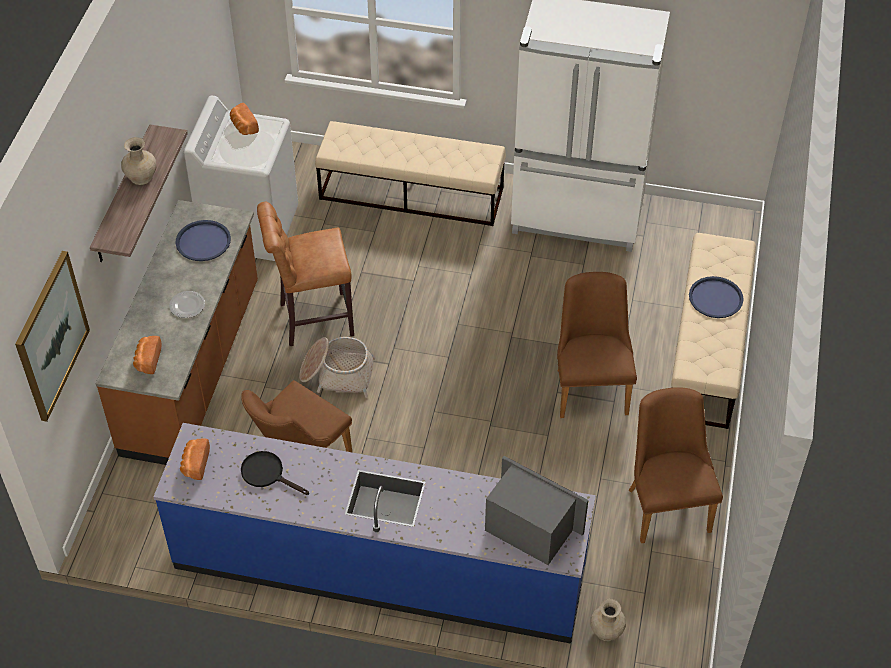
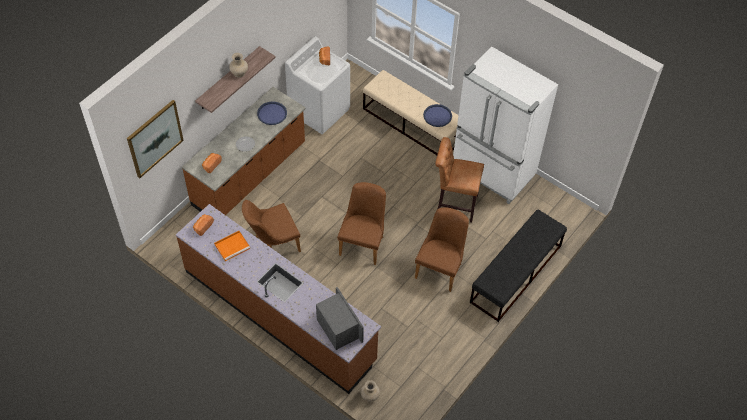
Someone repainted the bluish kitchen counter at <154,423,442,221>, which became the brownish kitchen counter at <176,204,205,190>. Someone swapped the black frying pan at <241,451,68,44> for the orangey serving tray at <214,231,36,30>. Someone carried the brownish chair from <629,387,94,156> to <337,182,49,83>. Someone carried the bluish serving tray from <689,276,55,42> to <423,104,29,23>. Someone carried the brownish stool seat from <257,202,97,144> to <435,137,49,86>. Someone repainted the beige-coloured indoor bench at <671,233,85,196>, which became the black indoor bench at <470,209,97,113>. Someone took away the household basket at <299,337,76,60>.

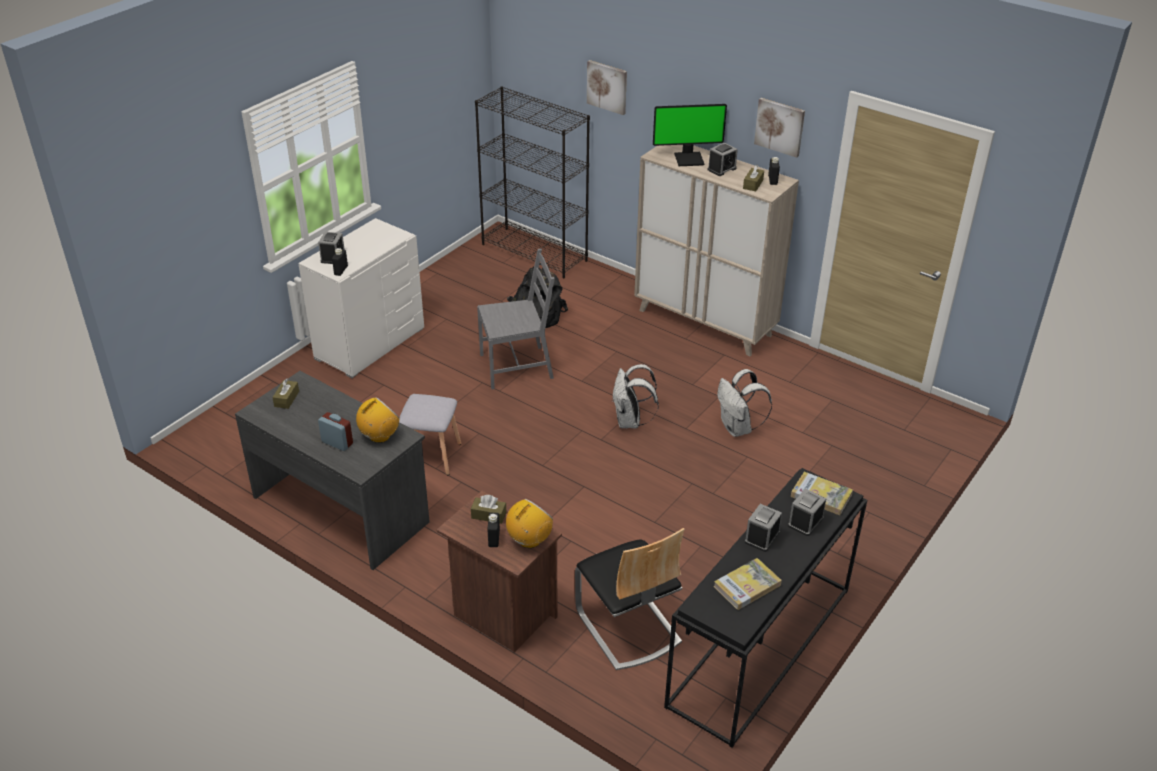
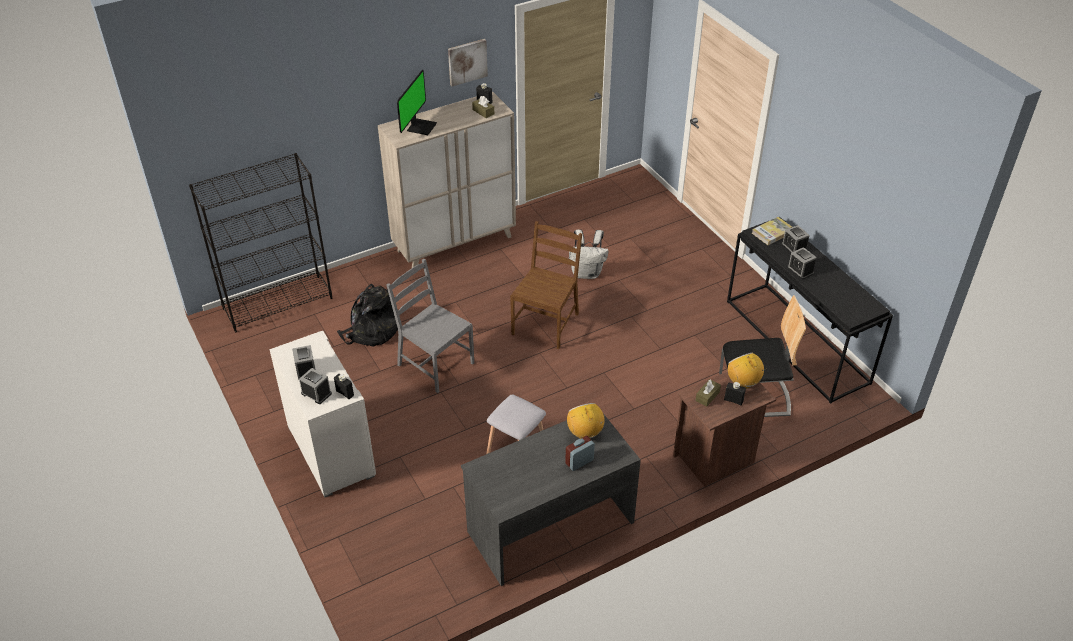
Someone carried the alarm clock from <708,143,30,33> to <292,345,24,35>. Someone rotated the gray chair at <477,248,78,141> by 60 degrees counterclockwise. Someone swapped the white-coloured rucksack at <612,364,47,64> for the brownish chair at <510,221,72,128>. Someone took away the brownish box of tissues at <272,378,27,31>. Someone took away the wall art at <587,60,40,55>. Someone took away the book at <714,558,68,52>.

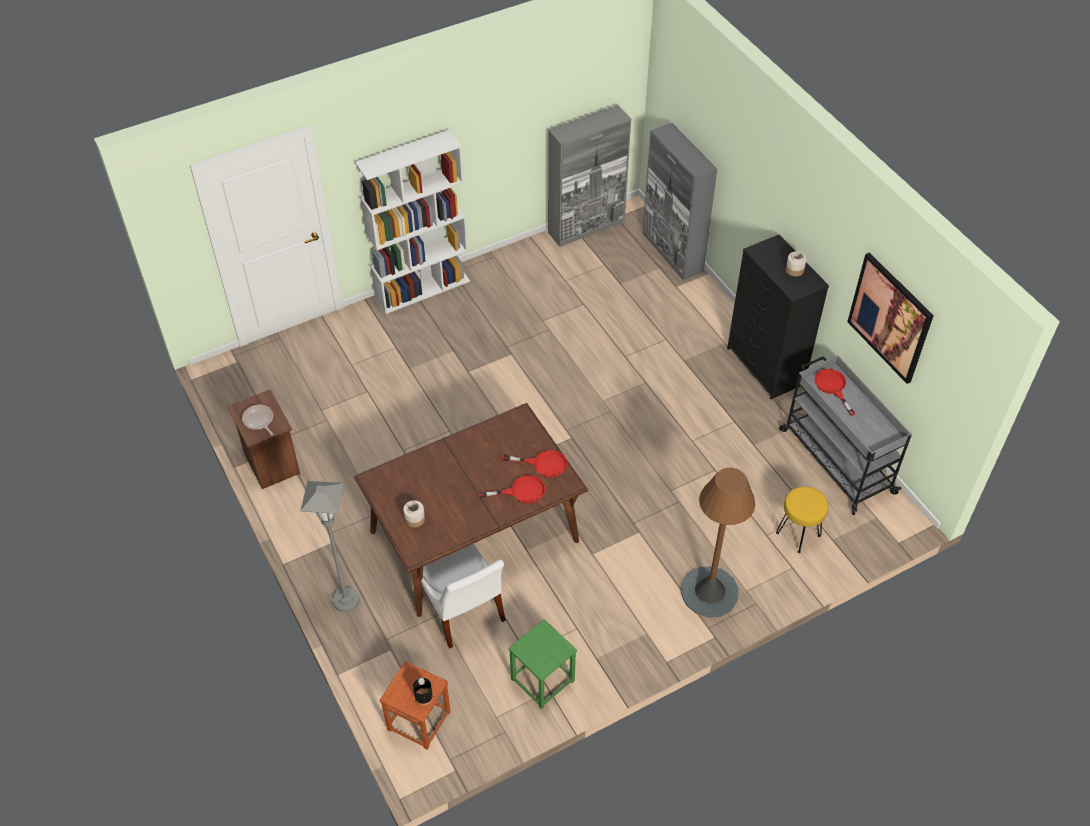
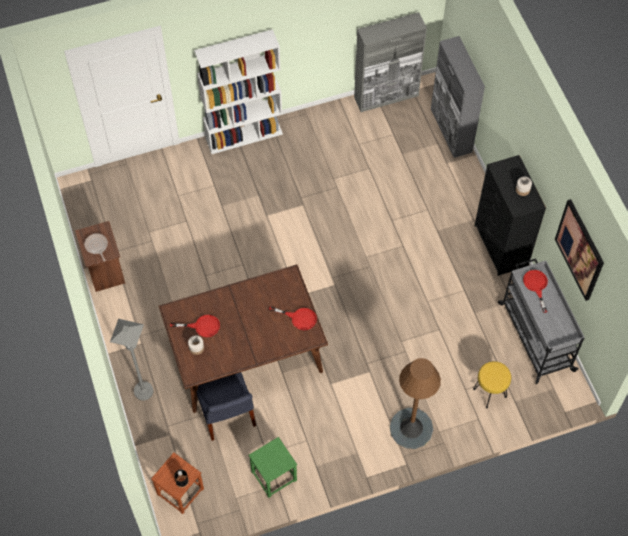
Someone carried the reddish frying pan from <478,475,67,29> to <170,315,50,22>. Someone repainted the white-coloured chair at <421,543,85,105>, which became the bluish chair at <196,372,60,69>.

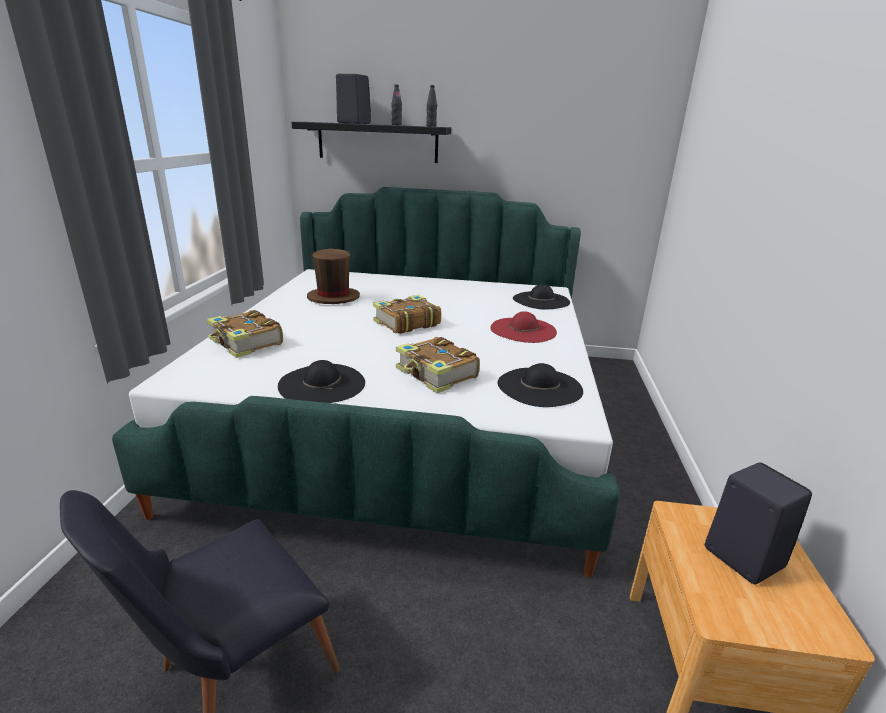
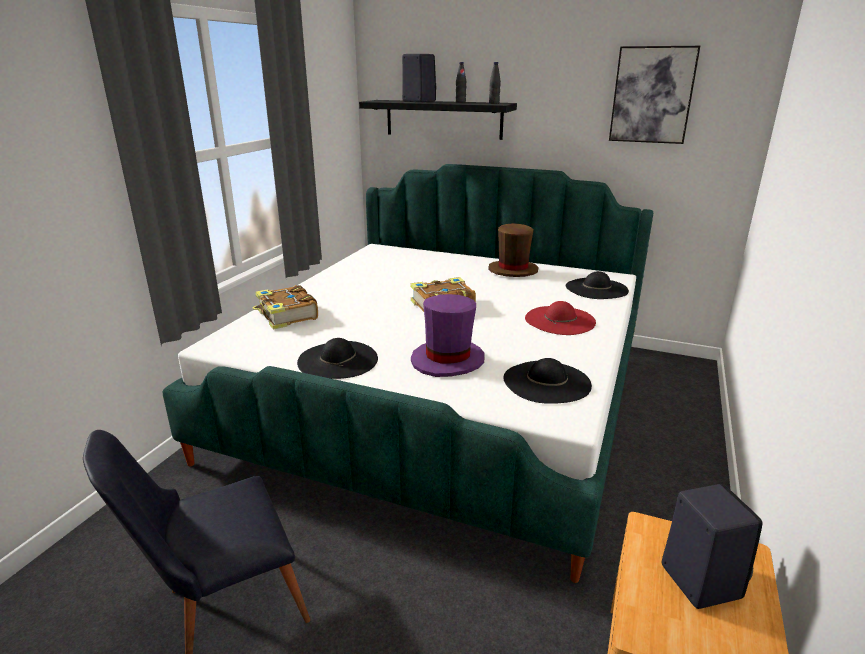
Someone swapped the book at <396,337,84,56> for the purple-coloured clothing hat at <411,294,74,83>. Someone carried the brownish clothing hat from <307,249,53,55> to <488,223,50,54>. Someone put up the wall art at <609,46,91,98>.

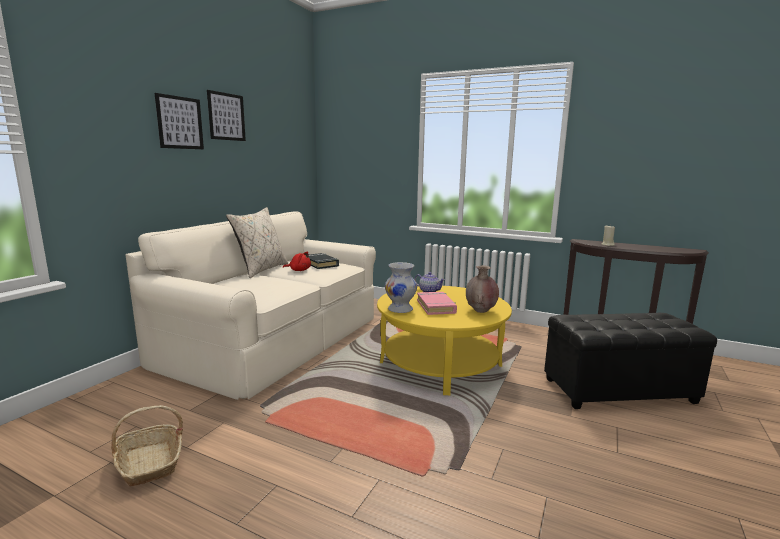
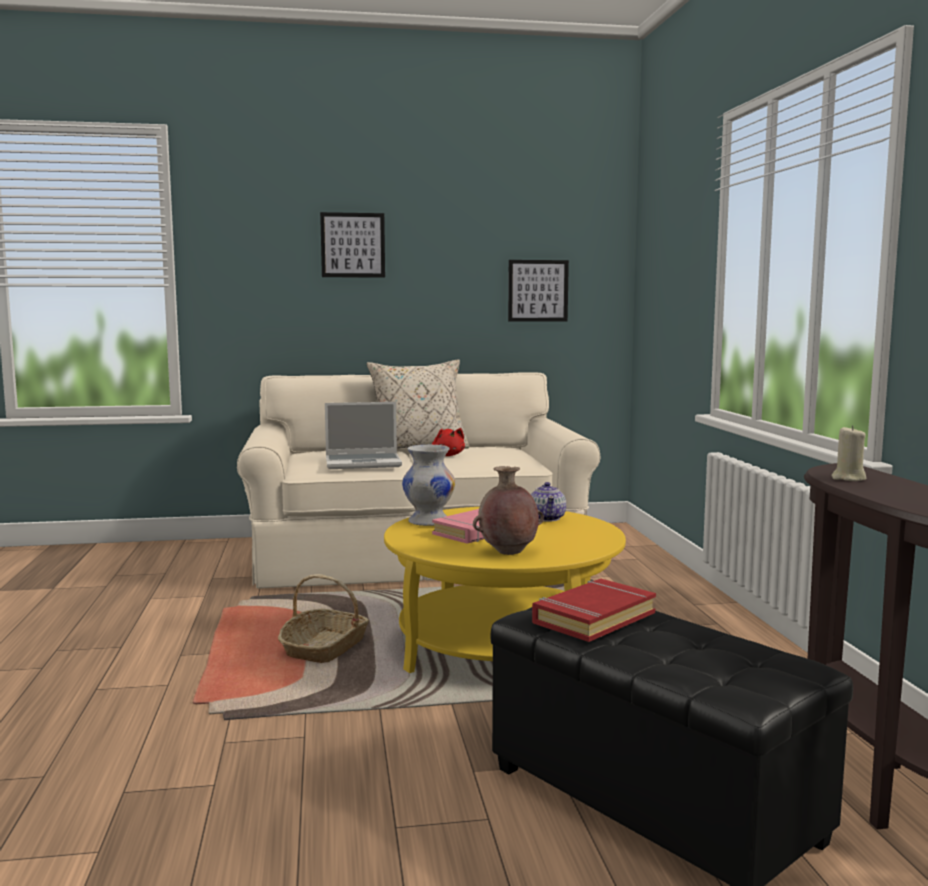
Someone carried the household basket from <111,405,72,82> to <278,574,91,89>. Someone put down the notebook computer at <325,402,77,67>. Someone carried the wall art from <207,90,39,51> to <508,260,61,62>. Someone put down the reddish book at <532,579,124,63>. Someone took away the black book at <308,253,31,16>.

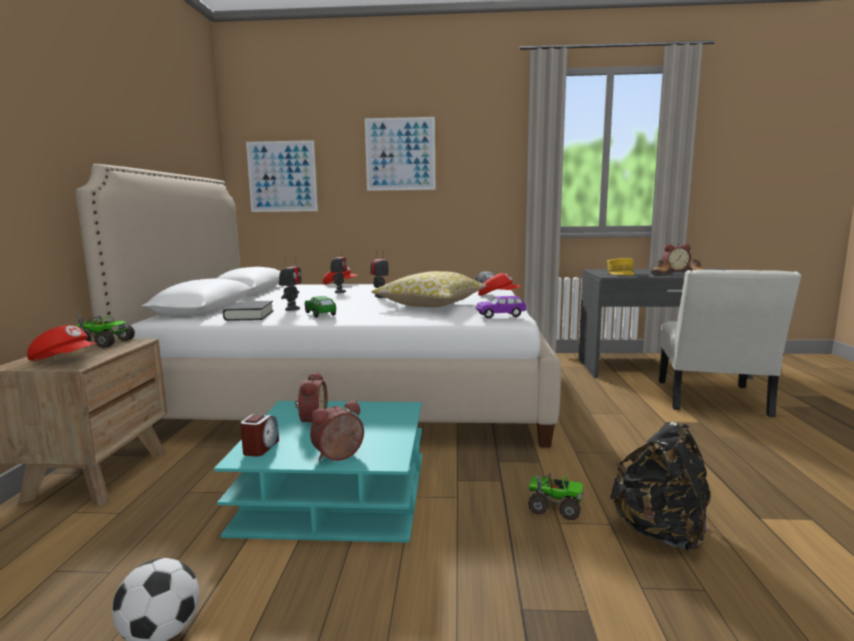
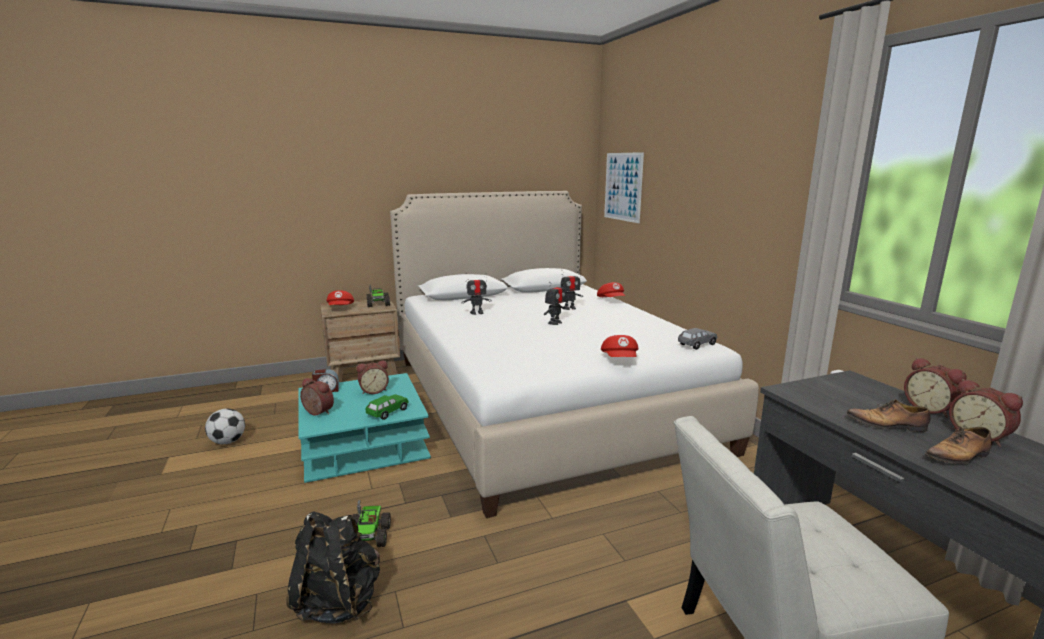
Someone carried the greenish miniature car from <305,296,31,22> to <365,394,44,26>. Someone put down the alarm clock at <904,357,63,61>. Someone took away the black book at <223,301,51,20>. Someone took away the wall art at <365,117,70,74>. Someone took away the throw pillow at <371,271,115,36>. Someone took away the purple-coloured miniature car at <476,296,50,23>. Someone took away the yellowish peaked cap at <607,258,28,17>.

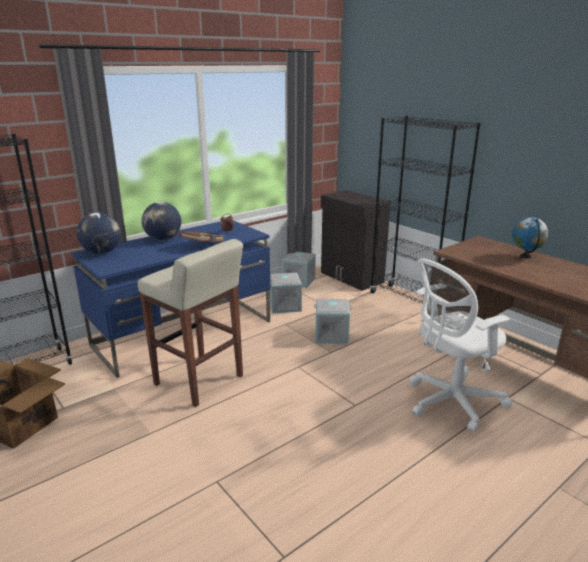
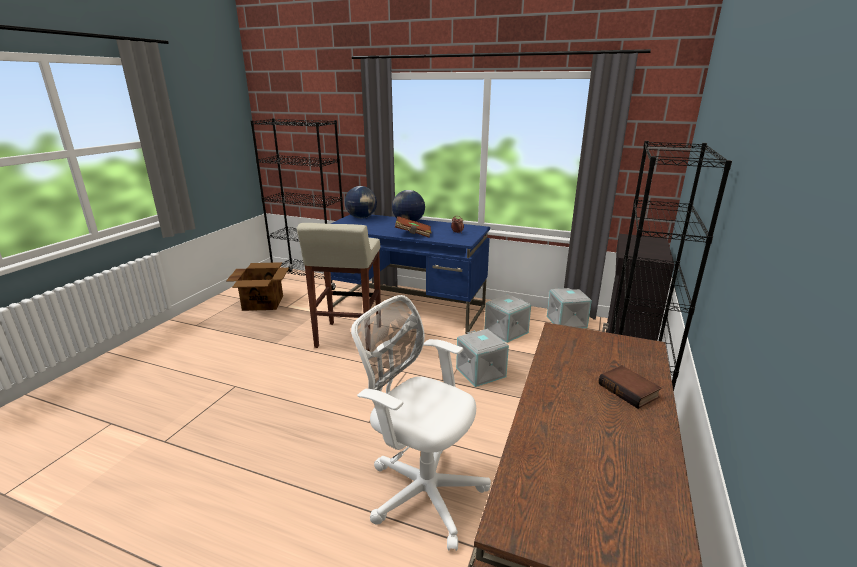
Someone swapped the world globe at <512,217,36,41> for the book at <599,365,63,44>.

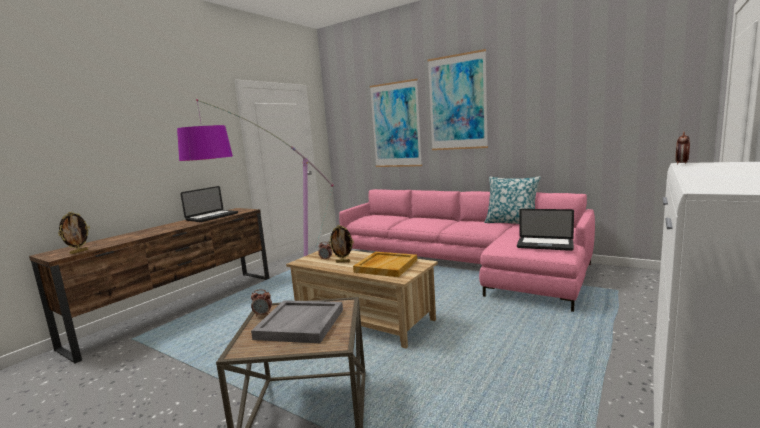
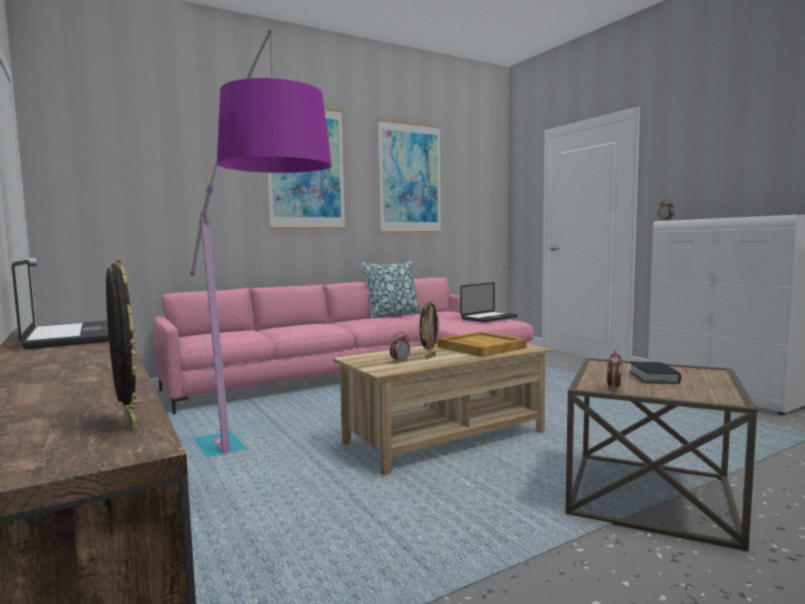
Someone carried the wall art from <370,79,52,88> to <378,119,64,115>. Someone swapped the gray serving tray at <251,300,92,43> for the book at <629,362,52,22>.

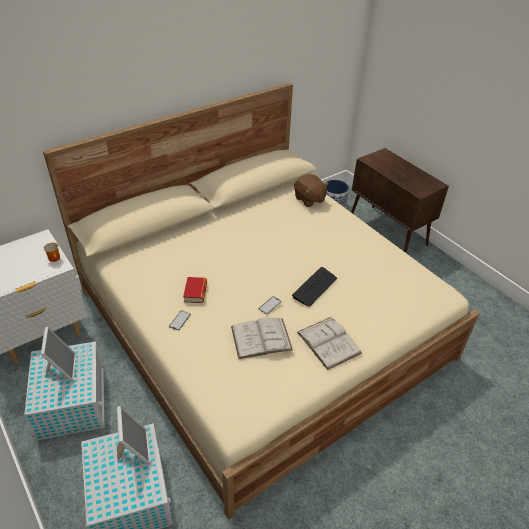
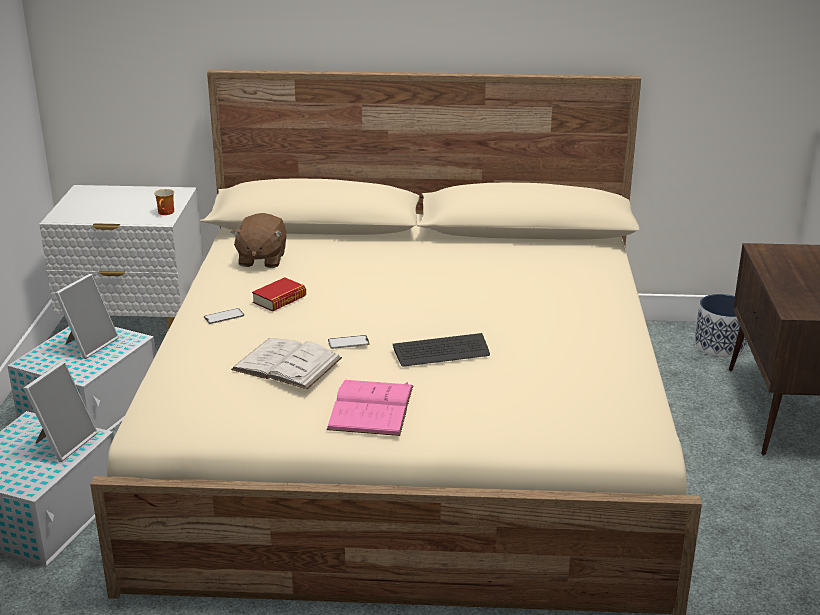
Someone carried the brownish plush toy from <294,174,35,33> to <231,213,56,55>. Someone repainted the white-coloured book at <297,317,65,53>, which became the pink-coloured book at <327,380,86,56>.

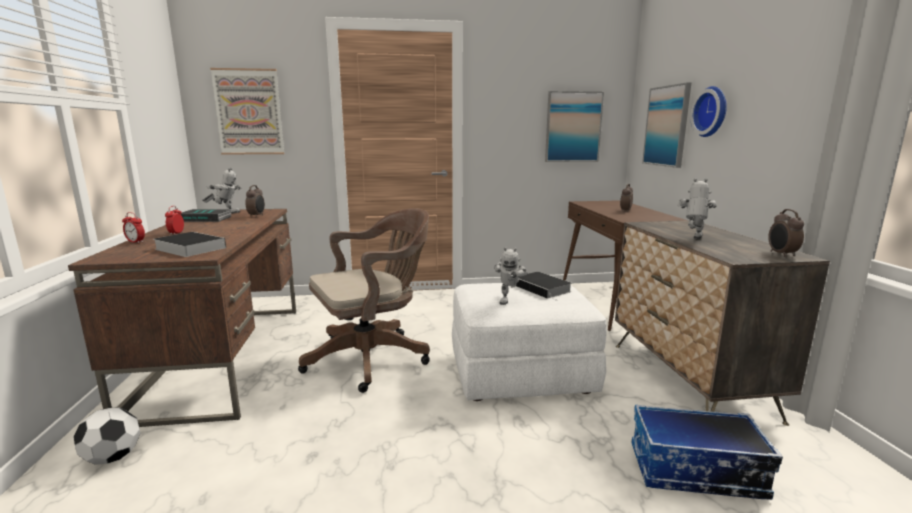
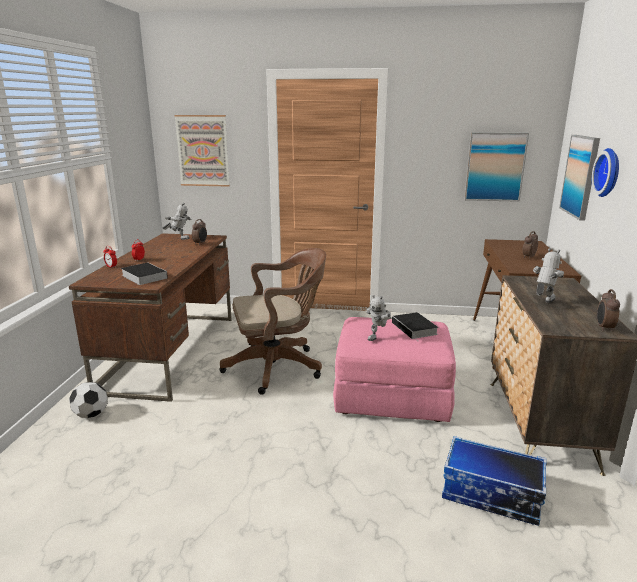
Someone repainted the white-coloured footrest at <452,283,155,118>, which became the pink-coloured footrest at <333,317,123,105>. Someone took away the book at <180,209,52,13>.

